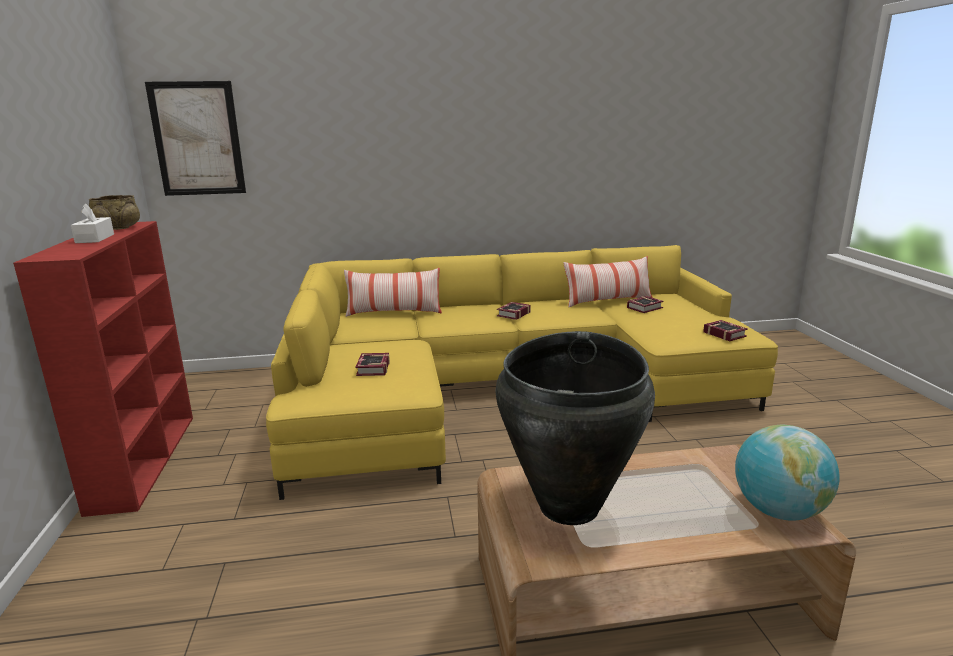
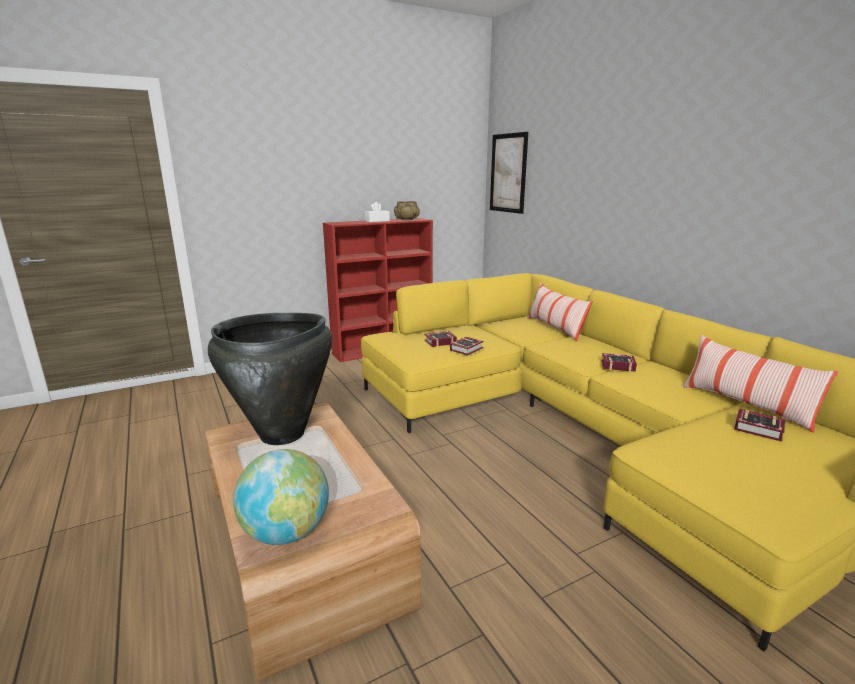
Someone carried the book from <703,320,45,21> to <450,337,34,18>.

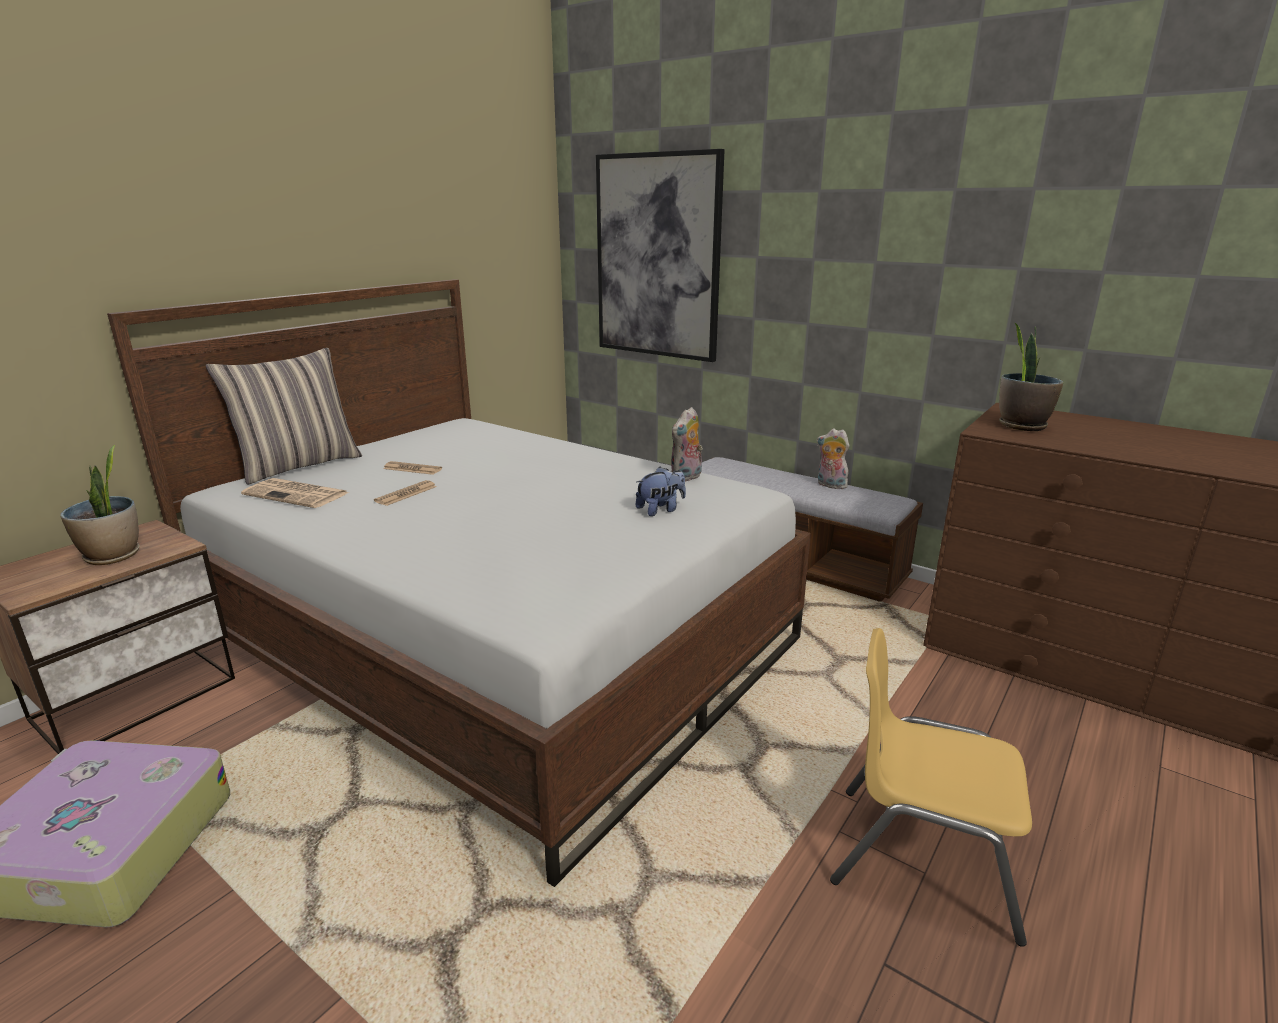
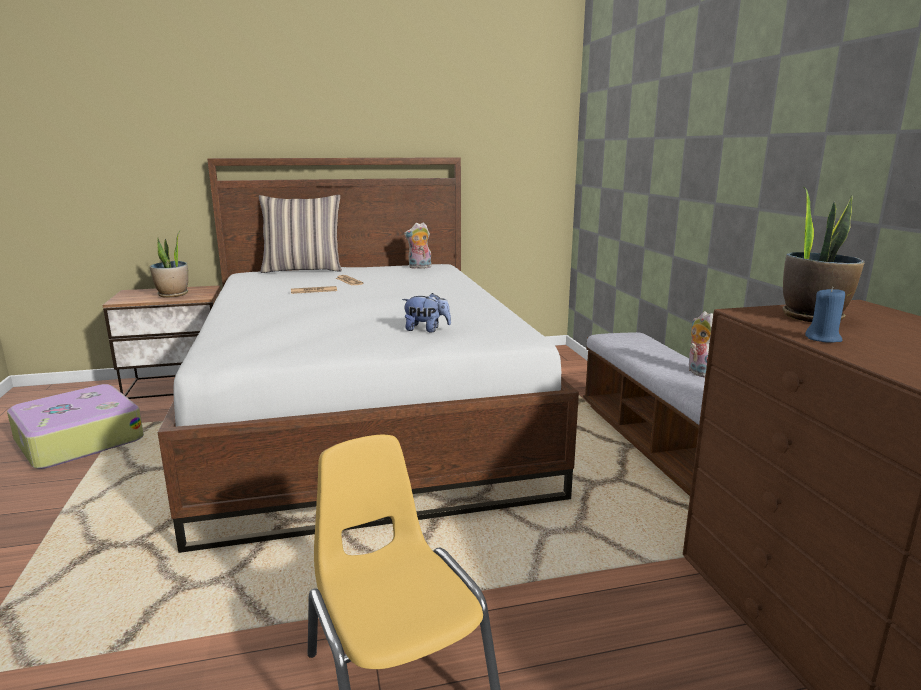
Someone carried the plush toy from <671,407,32,75> to <404,223,28,46>. Someone put down the bluish wax light at <805,287,40,55>. Someone took away the printed paper at <241,478,108,30>. Someone took away the wall art at <596,149,129,213>.

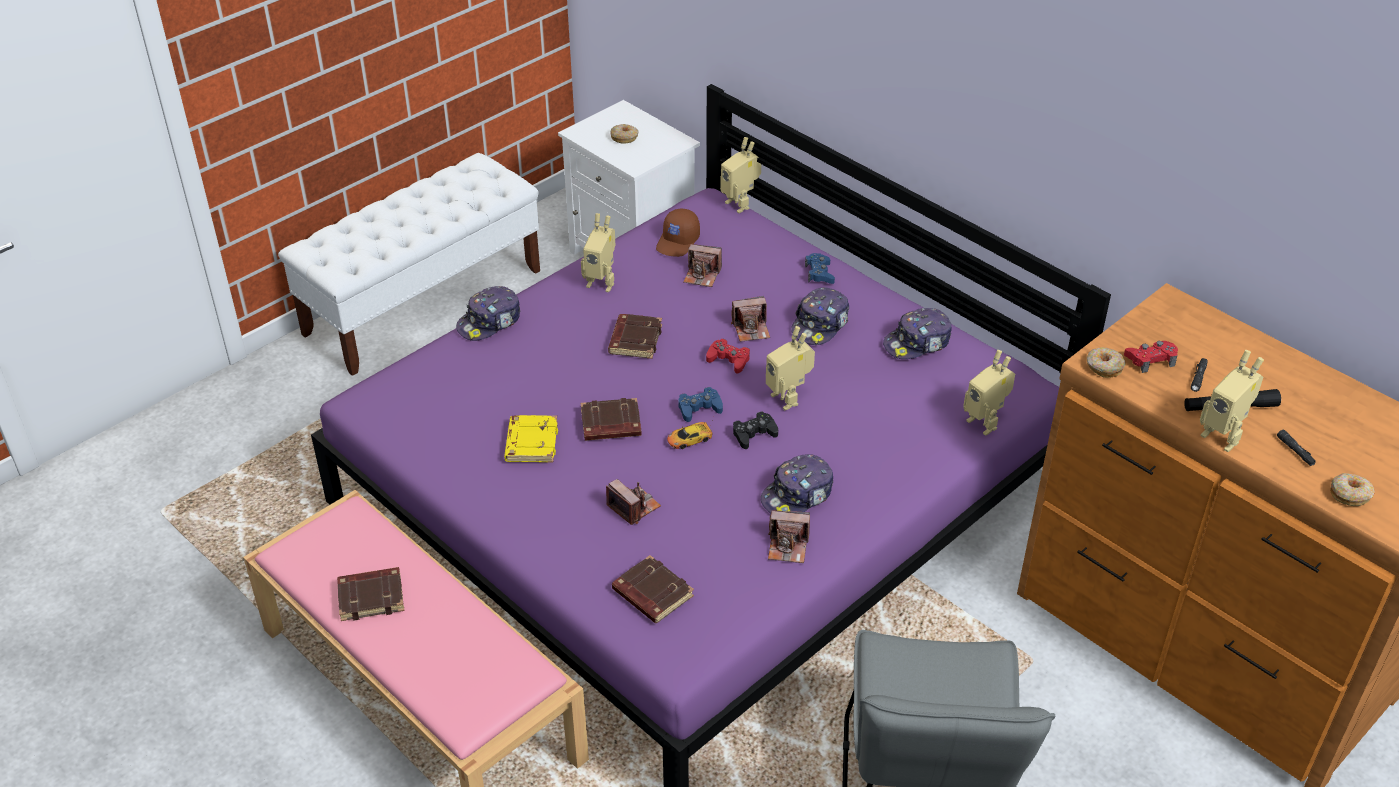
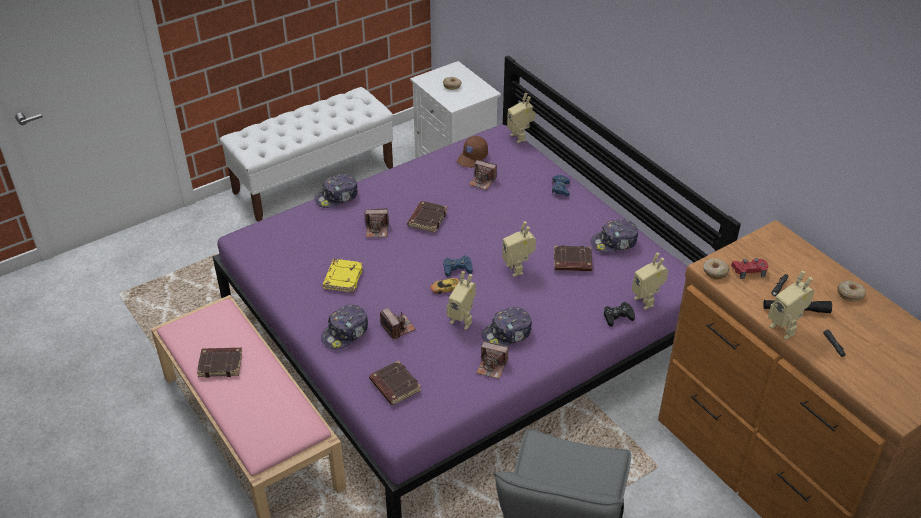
Someone carried the peaked cap from <791,287,58,58> to <321,304,47,46>. Someone carried the photo camera from <731,296,39,46> to <365,208,24,29>. Someone carried the robot figure from <581,213,34,79> to <447,271,29,59>. Someone carried the brownish book from <581,398,61,43> to <554,245,38,26>. Someone carried the black game controller from <733,412,45,37> to <604,302,31,25>. Someone carried the ring doughnut from <1330,473,45,33> to <837,280,29,22>. Someone took away the reddish game controller at <706,339,44,35>.

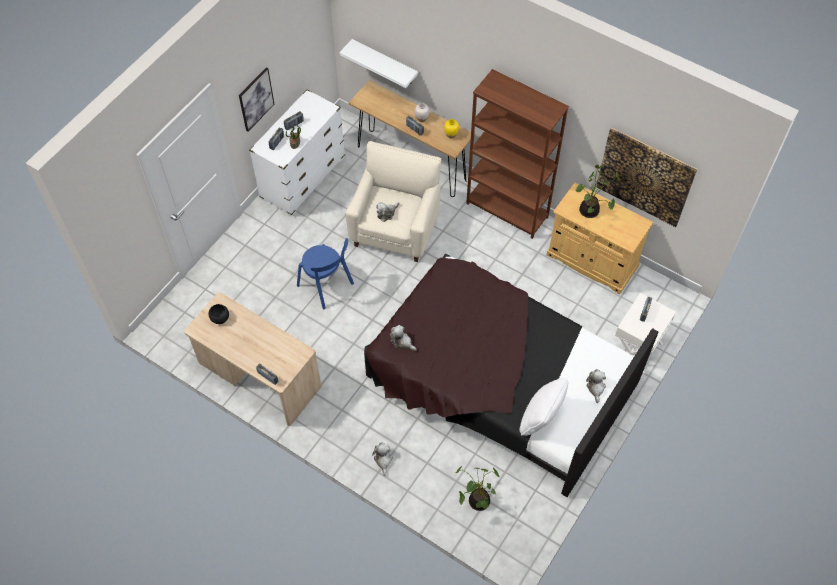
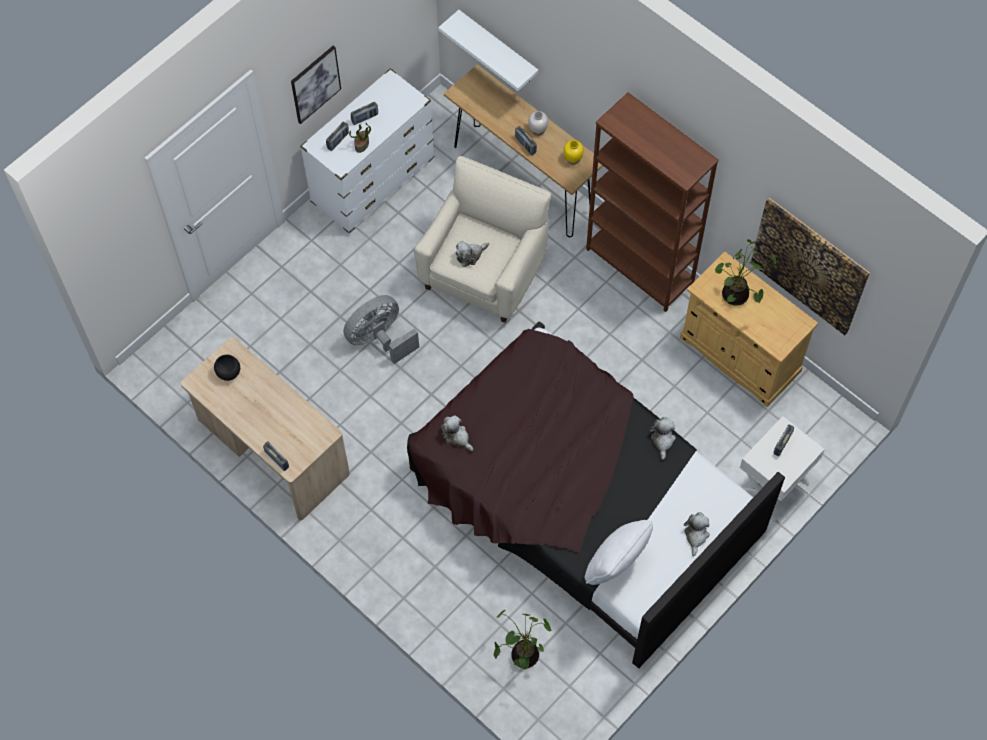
Someone swapped the bluish chair at <297,238,57,71> for the gray fan at <343,295,76,69>. Someone carried the plush toy from <372,442,21,34> to <650,417,26,43>.

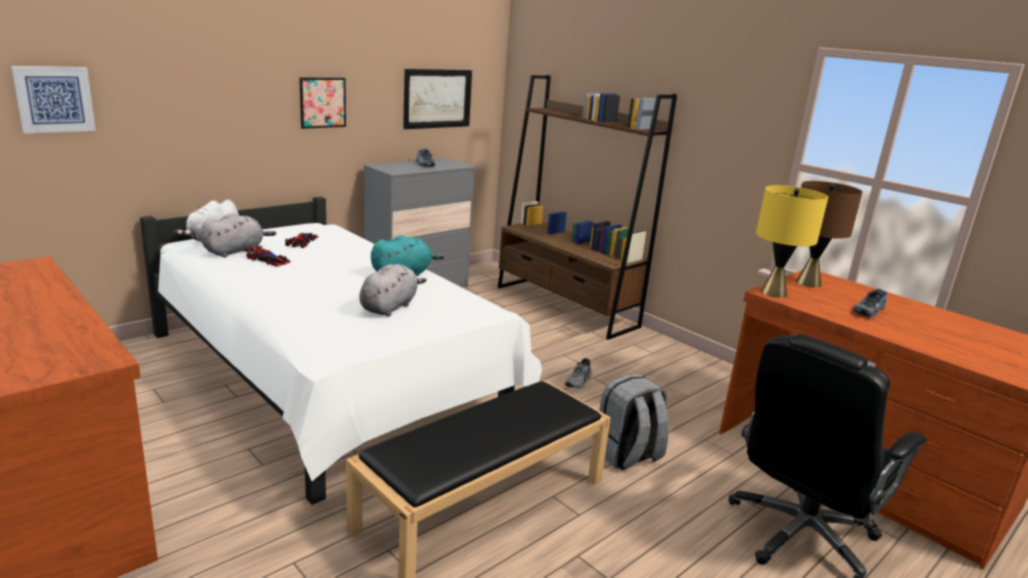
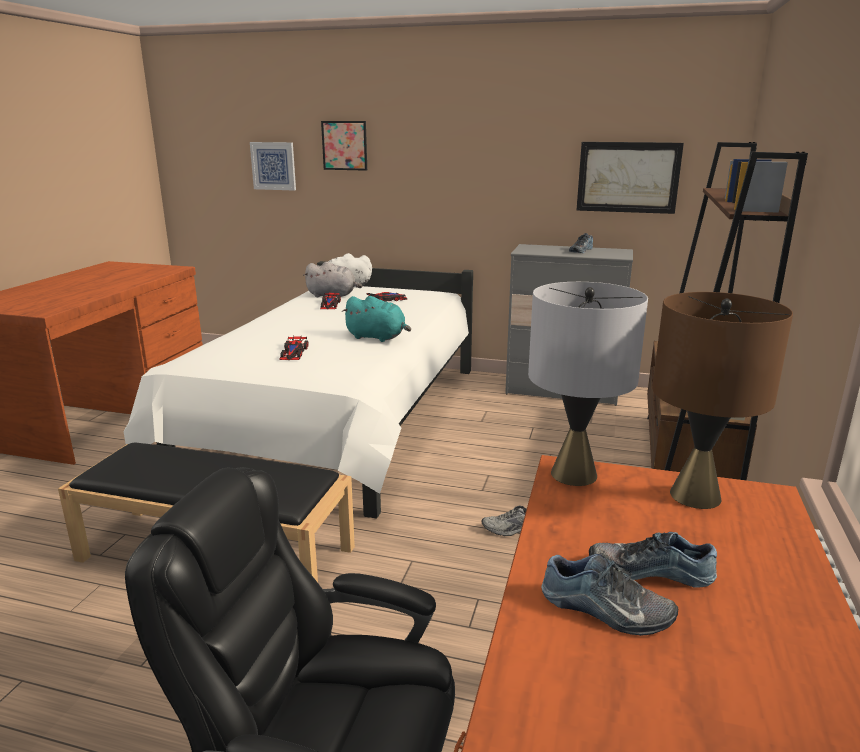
Someone swapped the gray plush toy at <359,264,68,52> for the miniature car at <279,336,30,24>. Someone carried the wall art from <299,78,47,51> to <321,121,46,50>. Someone repainted the yellowish tabletop lamp at <756,185,72,113>, which became the gray tabletop lamp at <528,282,120,204>. Someone put down the low shoe at <541,554,138,82>. Someone took away the gray rucksack at <600,374,68,96>.

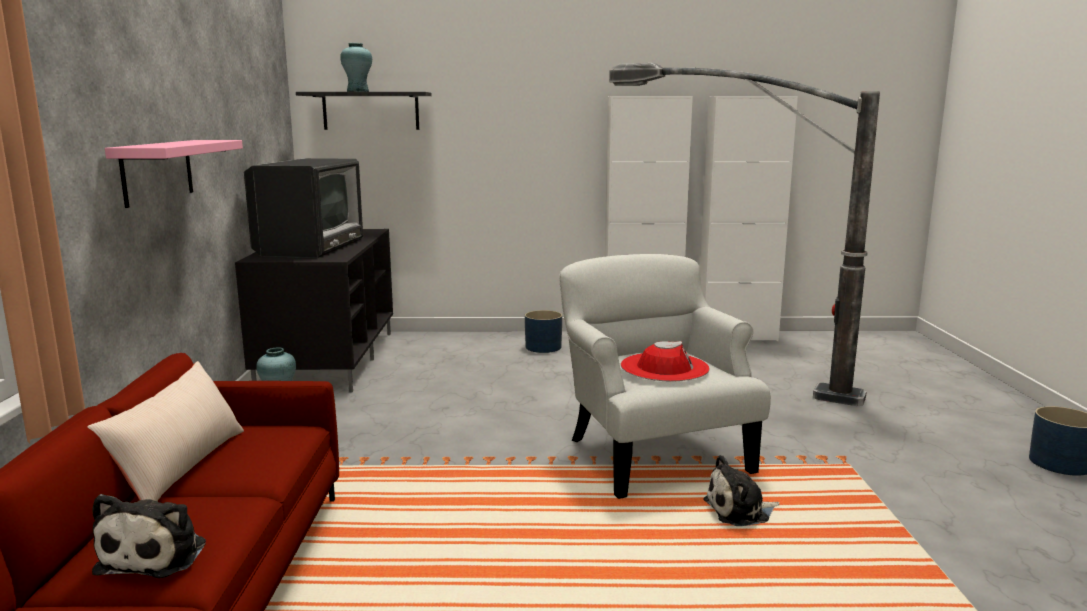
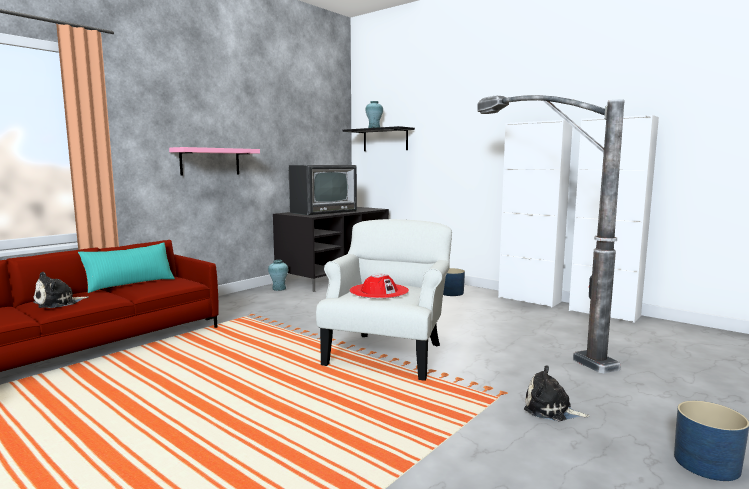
Someone repainted the beige-coloured throw pillow at <87,361,157,140>, which became the turquoise throw pillow at <78,243,97,50>. Someone carried the plush toy from <703,455,77,71> to <524,365,66,56>.

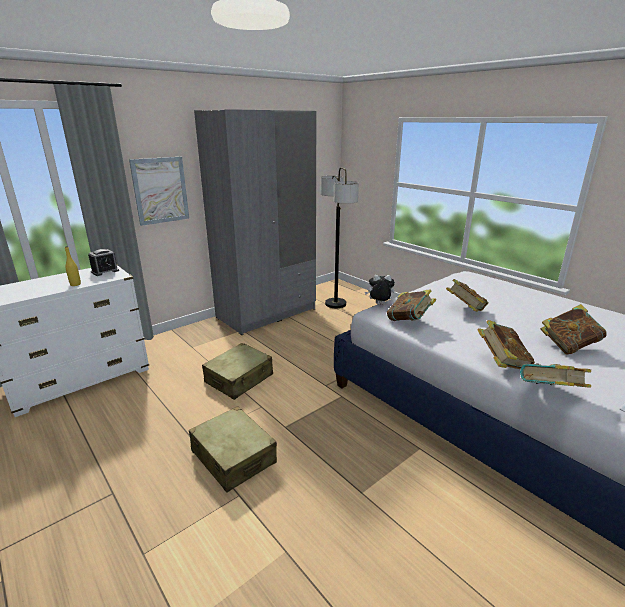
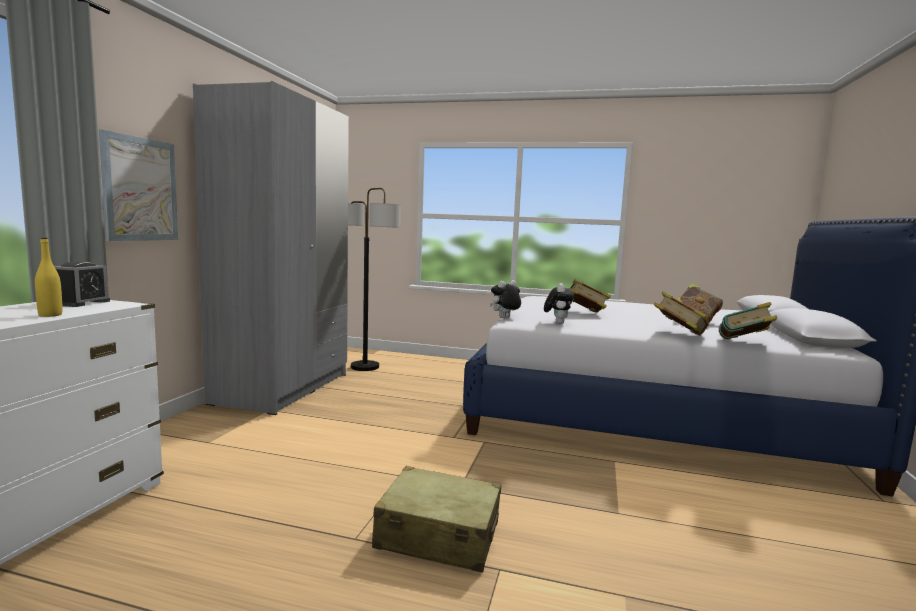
Someone swapped the book at <387,289,49,32> for the plush toy at <544,283,31,41>. Someone took away the beige-coloured piece of luggage at <202,343,71,57>.

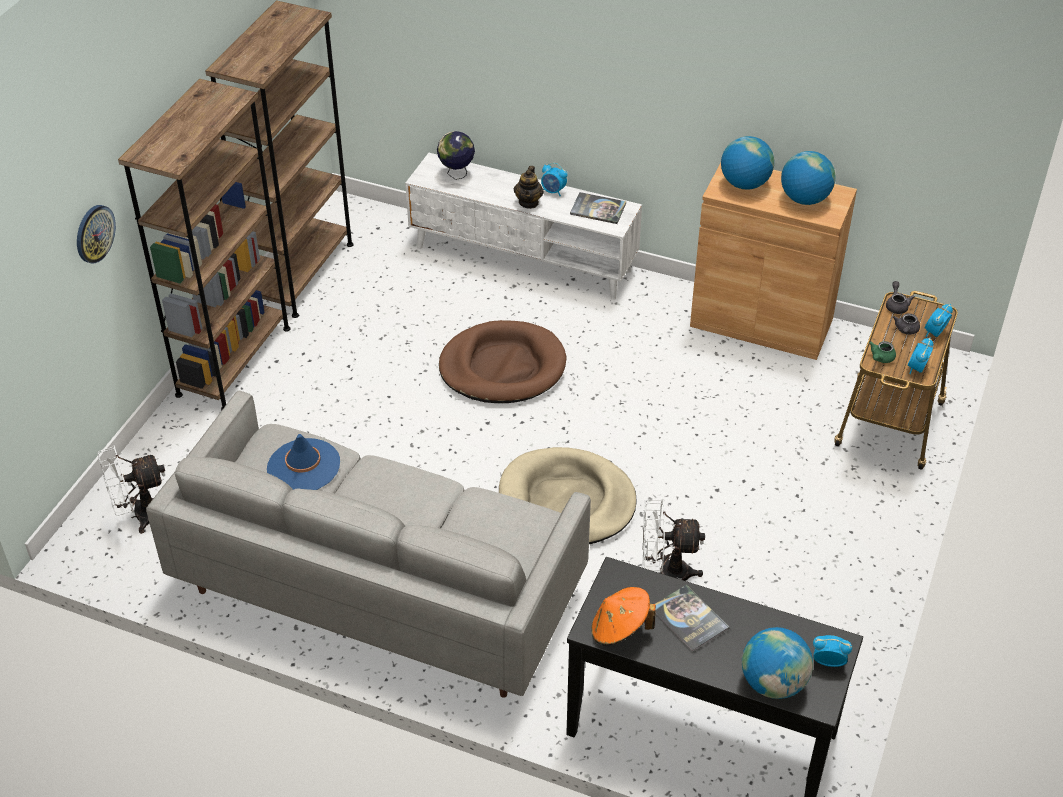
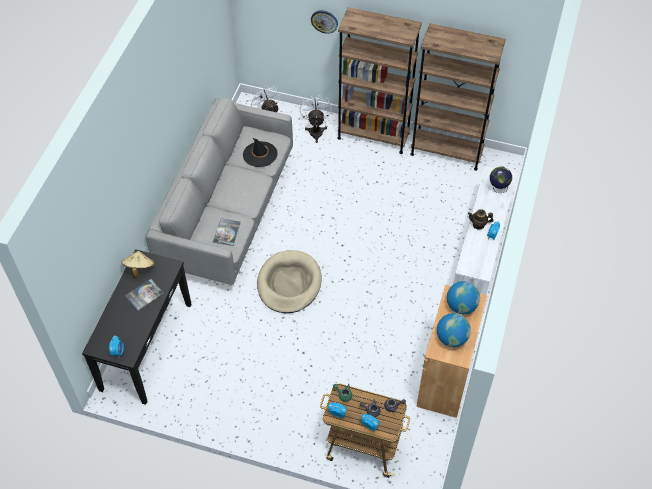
Someone repainted the orangey clothing hat at <591,587,65,59>, which became the beige-coloured clothing hat at <121,251,34,27>. Someone carried the book from <570,192,56,32> to <213,218,28,28>. Someone repainted the bluish clothing hat at <267,434,73,56>, which became the black clothing hat at <243,138,35,29>. Someone carried the white-coloured fan from <642,499,63,82> to <300,94,32,49>. Someone took away the brownish dog bed at <439,320,128,83>. Someone took away the world globe at <742,627,71,72>.

